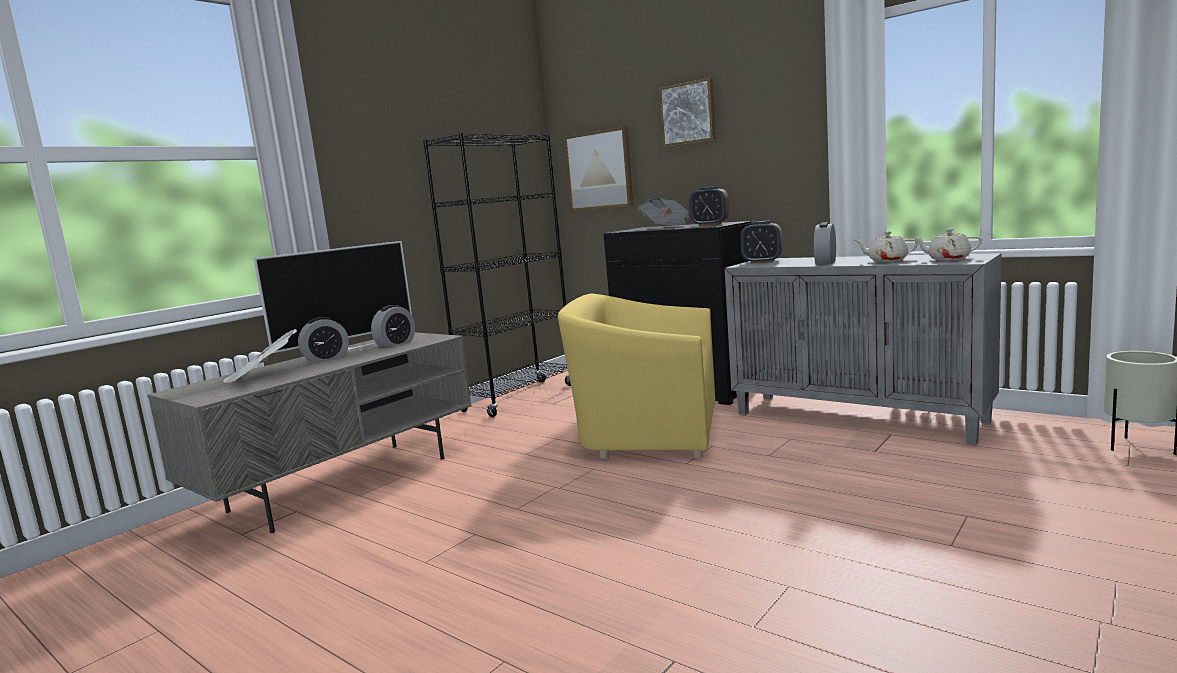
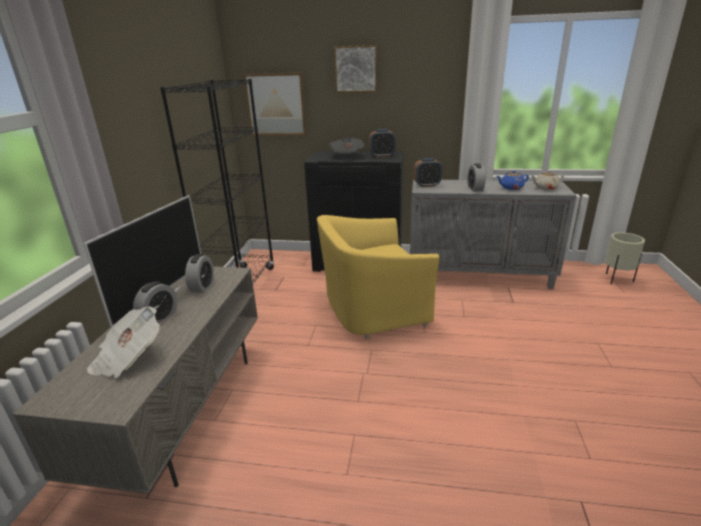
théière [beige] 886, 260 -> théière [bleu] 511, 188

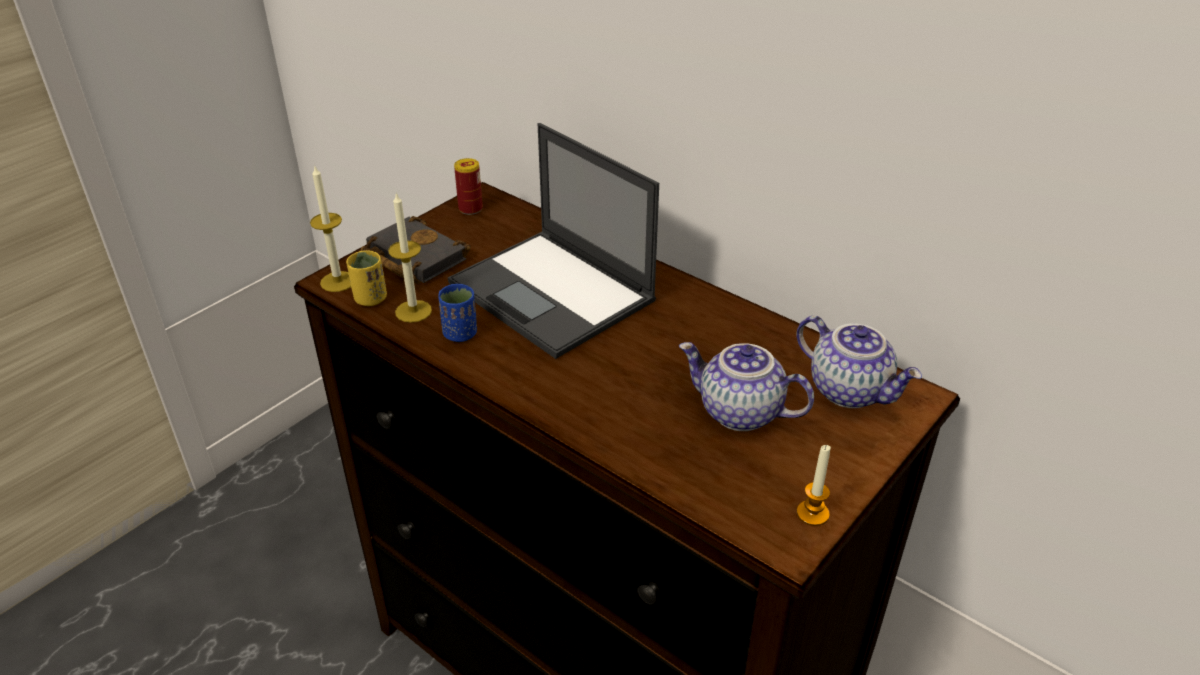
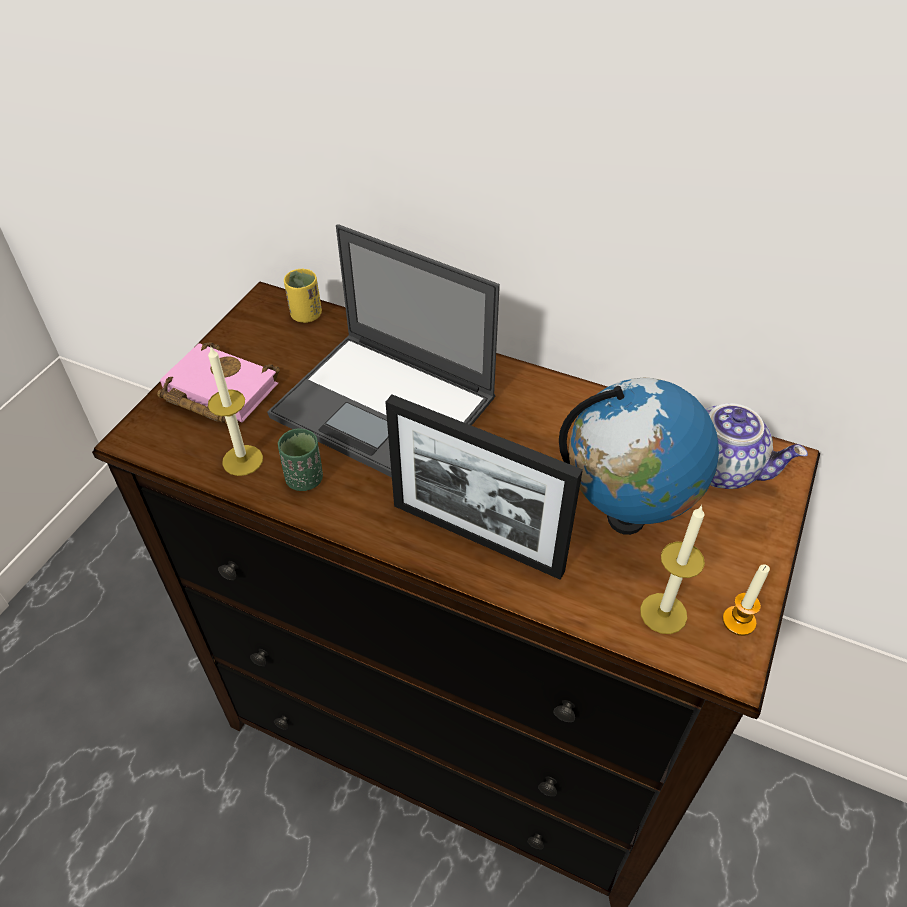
boîte métallique 470, 209 -> none
none -> cadre photo 476, 537
bougie 338, 281 -> bougie 663, 613, relocated
tasse [jaune] 370, 299 -> tasse [jaune] 306, 315, relocated
théière 738, 413 -> globe 625, 517
livre [noir] 412, 258 -> livre [rose] 216, 391
tasse [bleu] 460, 334 -> tasse [vert] 304, 479

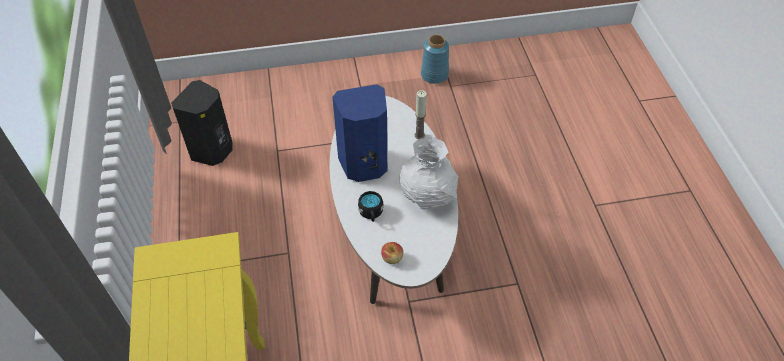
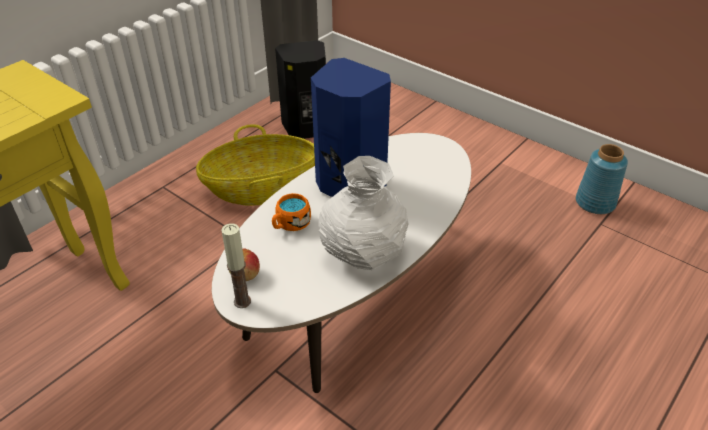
none -> panier 261, 188
bougie 419, 135 -> bougie 242, 301, relocated
mug [noir] 371, 213 -> mug [orange] 290, 224

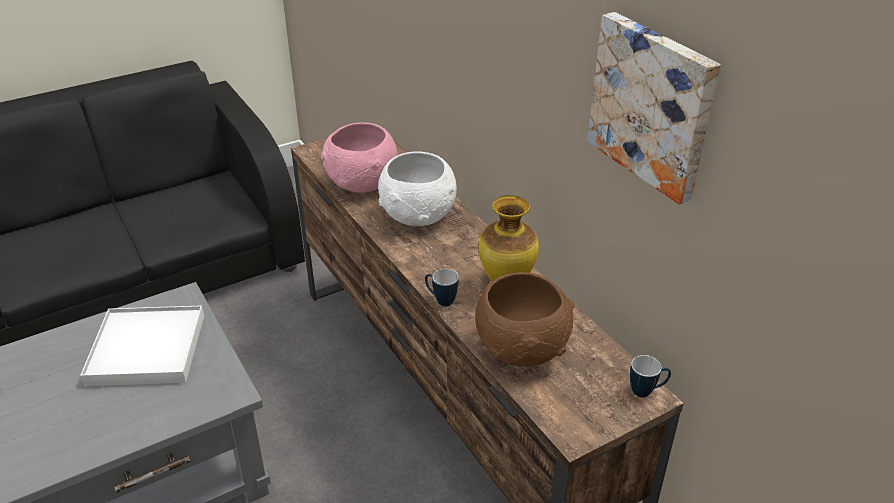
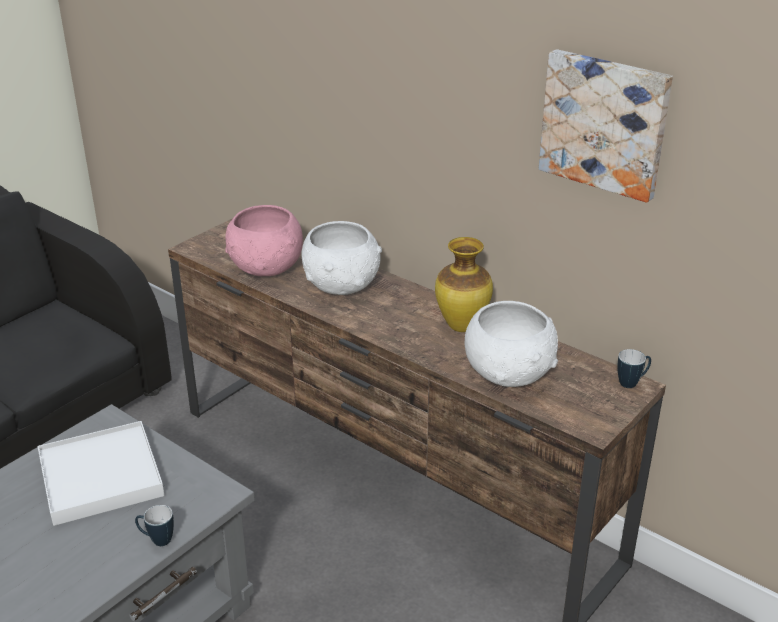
mug 440, 300 -> mug 157, 540, relocated
bol [marron] 523, 349 -> bol [blanc] 510, 374

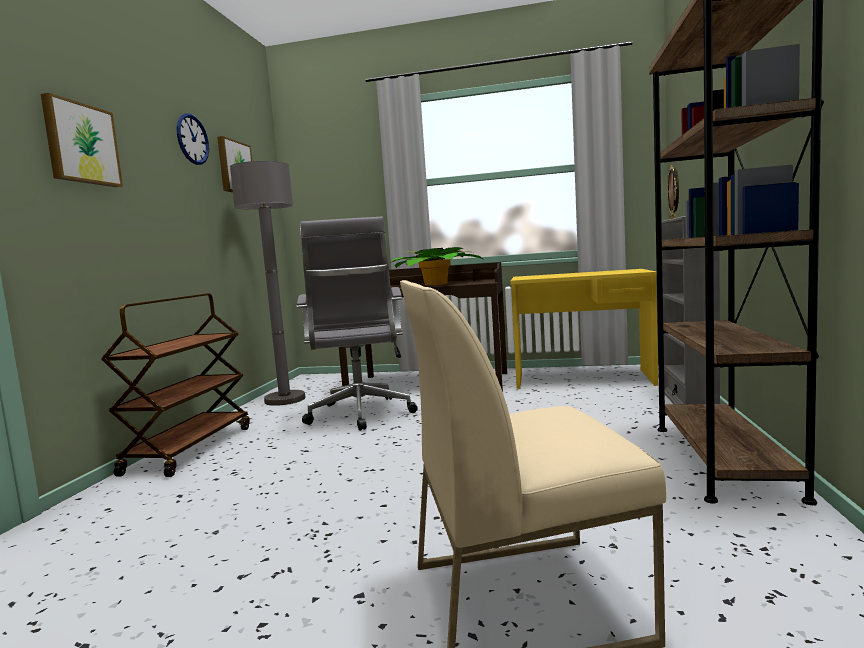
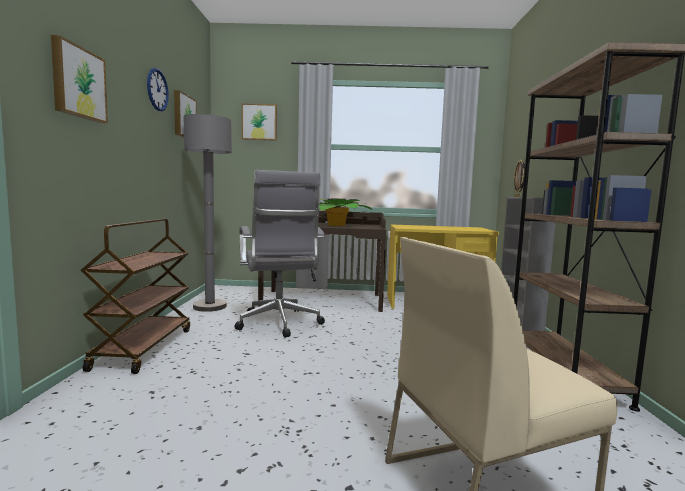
none -> tableau 259, 122

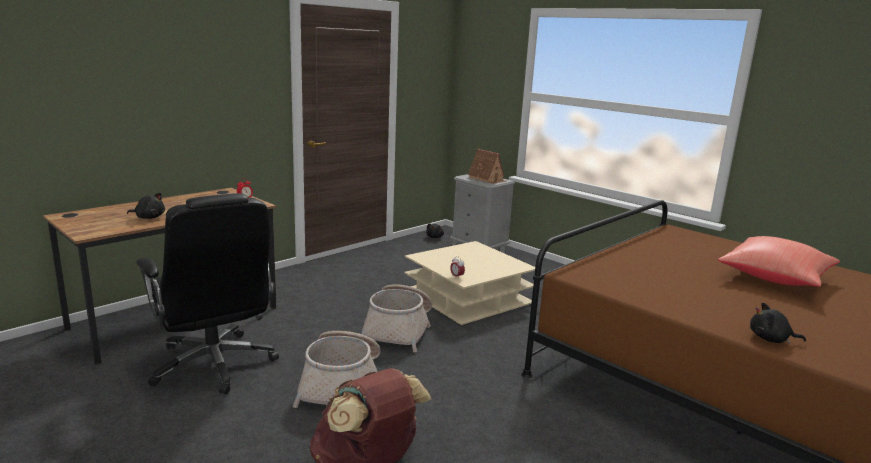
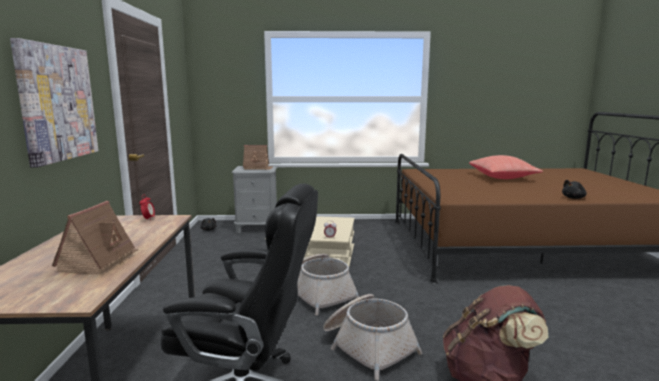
none -> tableau 57, 103
peluche [noir] 149, 217 -> maison miniature 99, 261

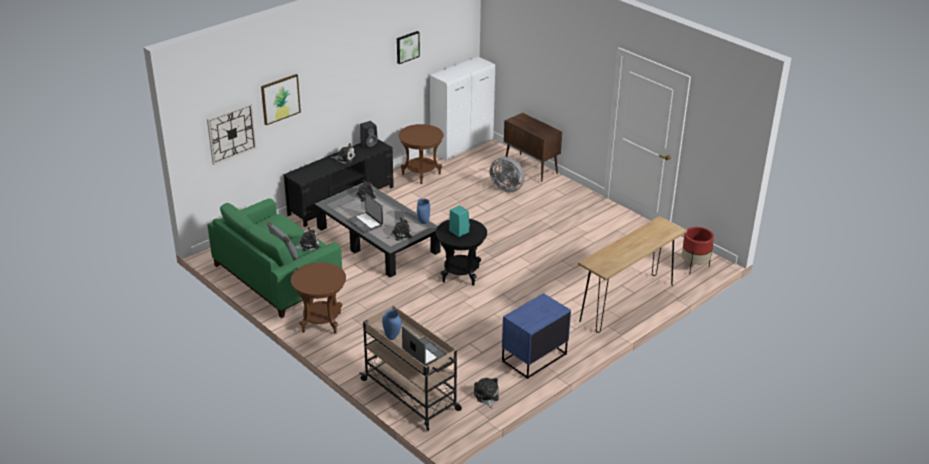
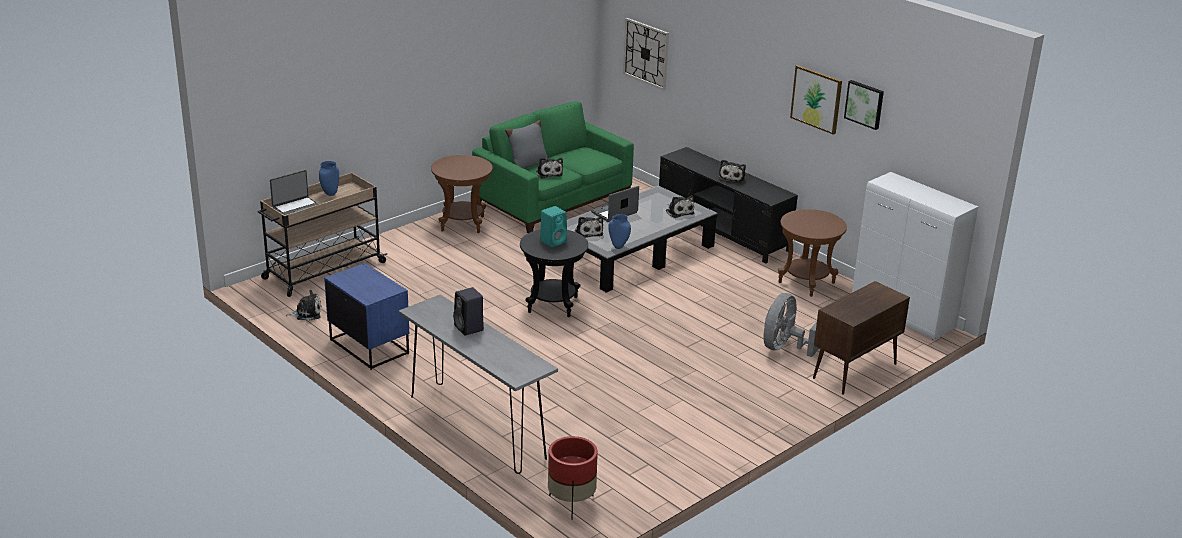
tableau 280, 99 -> tableau 816, 99, relocated
enceinte [noir] 369, 144 -> enceinte [noir] 469, 328, relocated
table console [marron] 627, 303 -> table console [gris] 476, 427

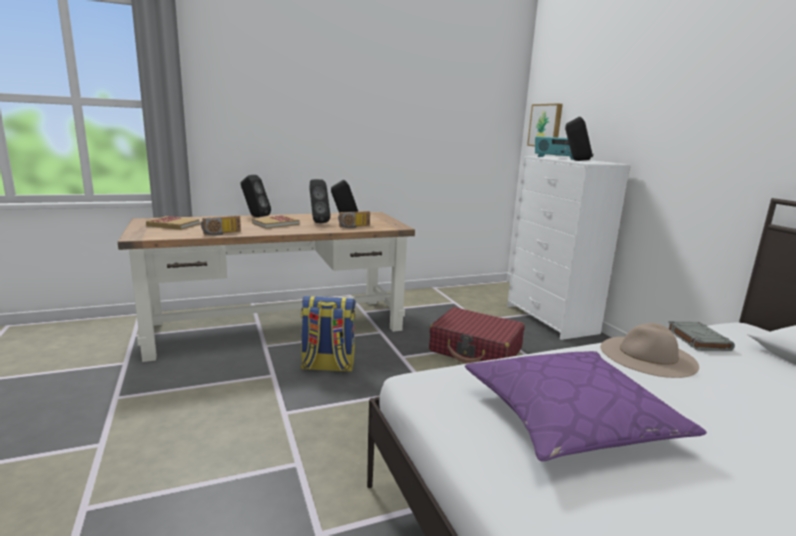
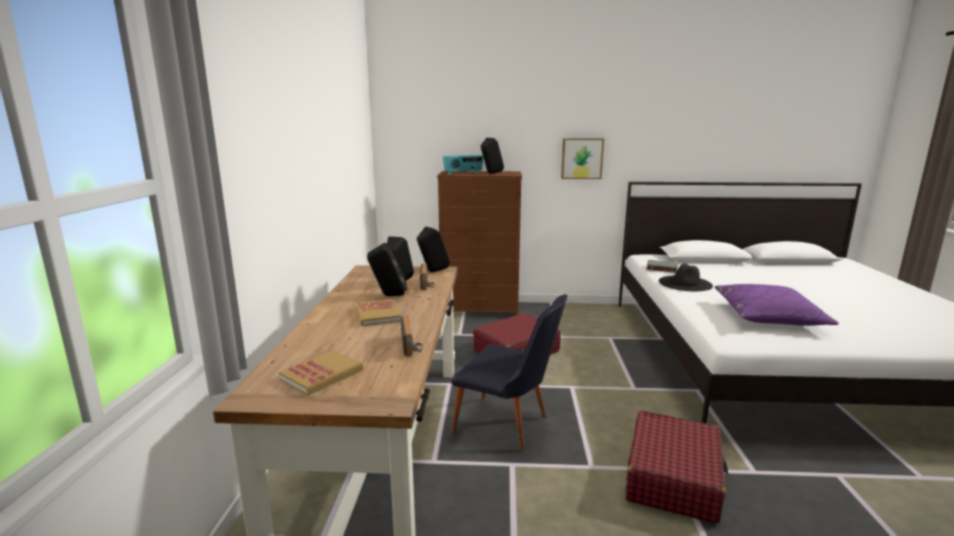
none -> valise [rouge] 673, 478
enceinte [noir] 255, 216 -> enceinte [noir] 432, 272, relocated
tableau 546, 125 -> tableau 581, 158, relocated
sac à dos 327, 366 -> chaise [noir] 509, 427
commode [blanc] 551, 319 -> commode [marron] 481, 309
chapeau [beige] 647, 356 -> chapeau [noir] 685, 283

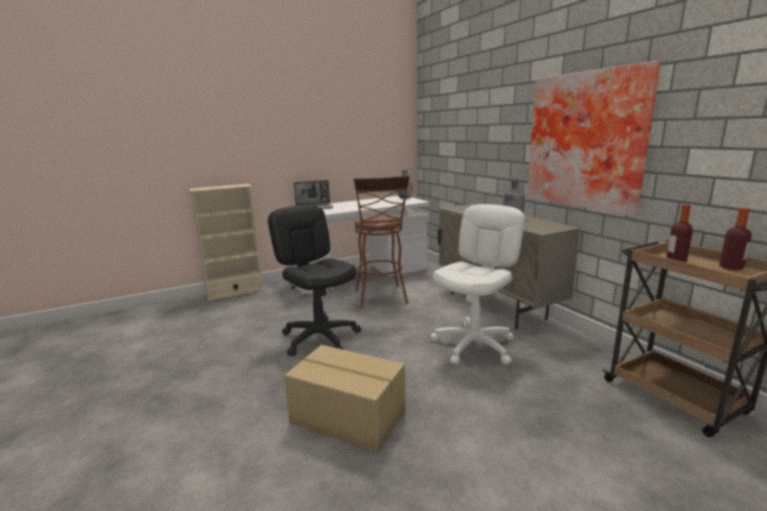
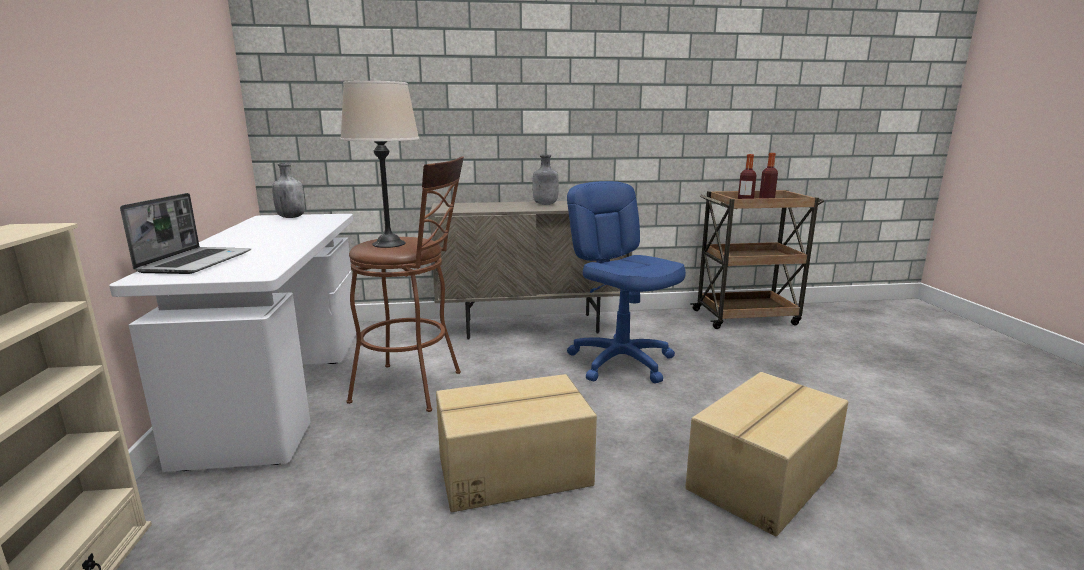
tableau 587, 141 -> none
none -> lampe de table [beige] 388, 244
chaise de bureau [noir] 320, 338 -> carton 513, 470
chaise de bureau [blanc] 474, 346 -> chaise de bureau [bleu] 621, 362

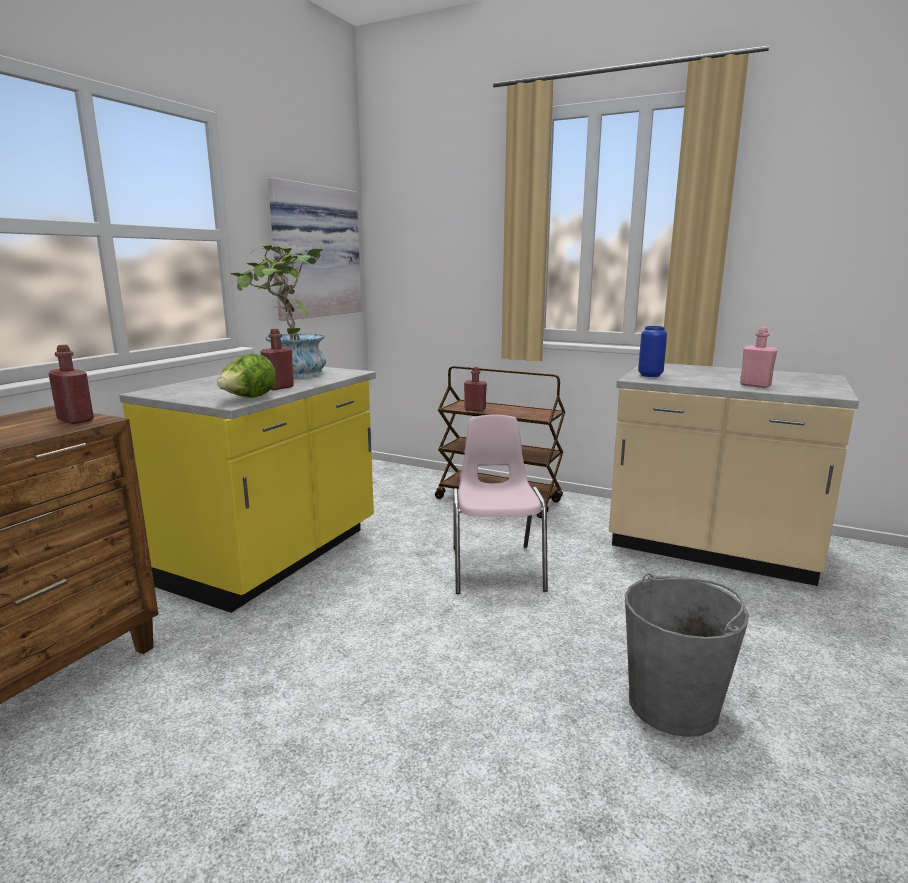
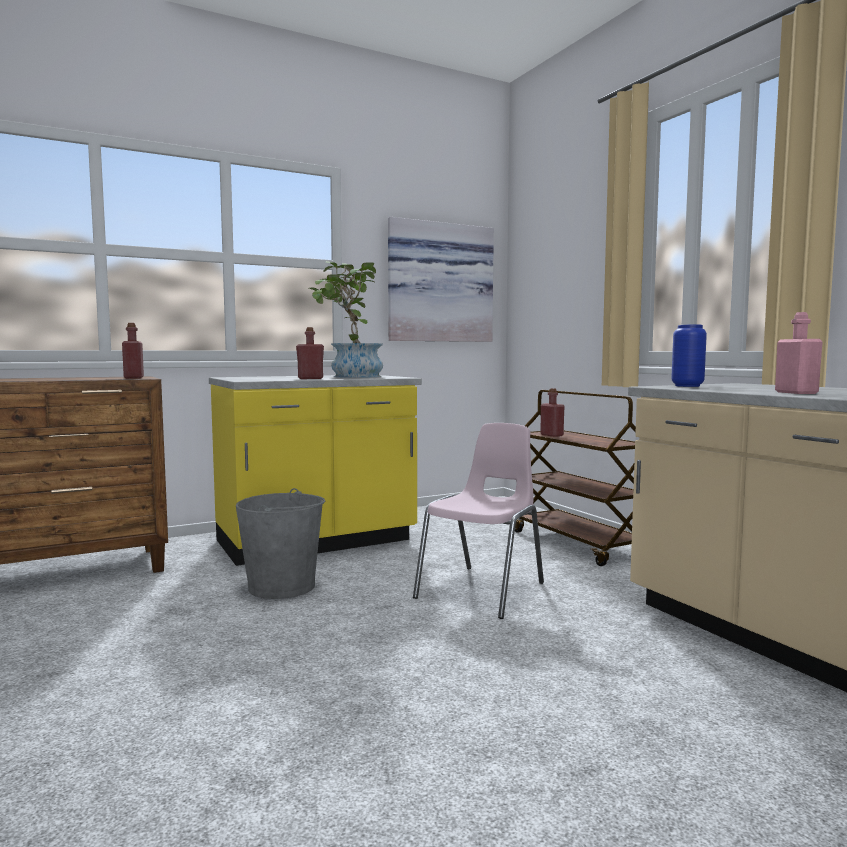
laitue 248, 398 -> none
seau [gris] 674, 704 -> seau [gris] 282, 586, relocated

